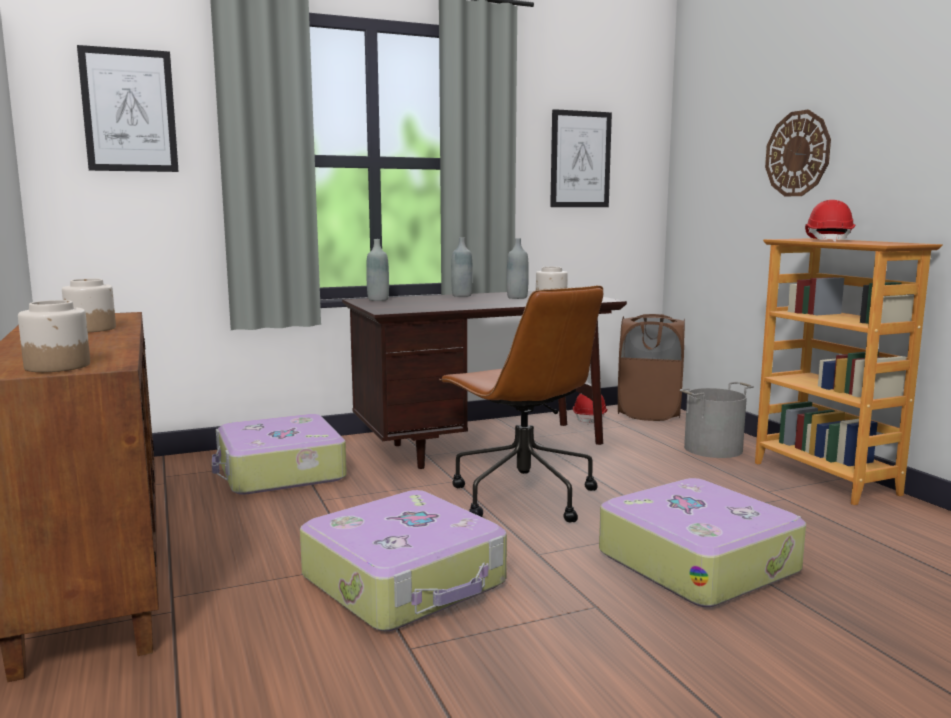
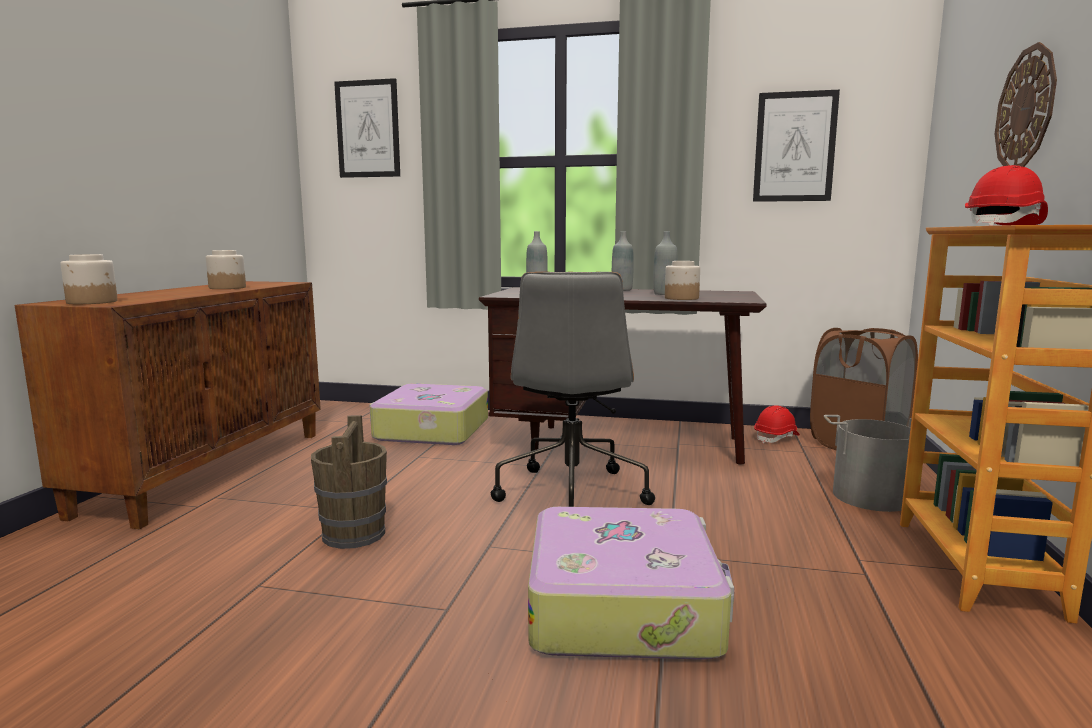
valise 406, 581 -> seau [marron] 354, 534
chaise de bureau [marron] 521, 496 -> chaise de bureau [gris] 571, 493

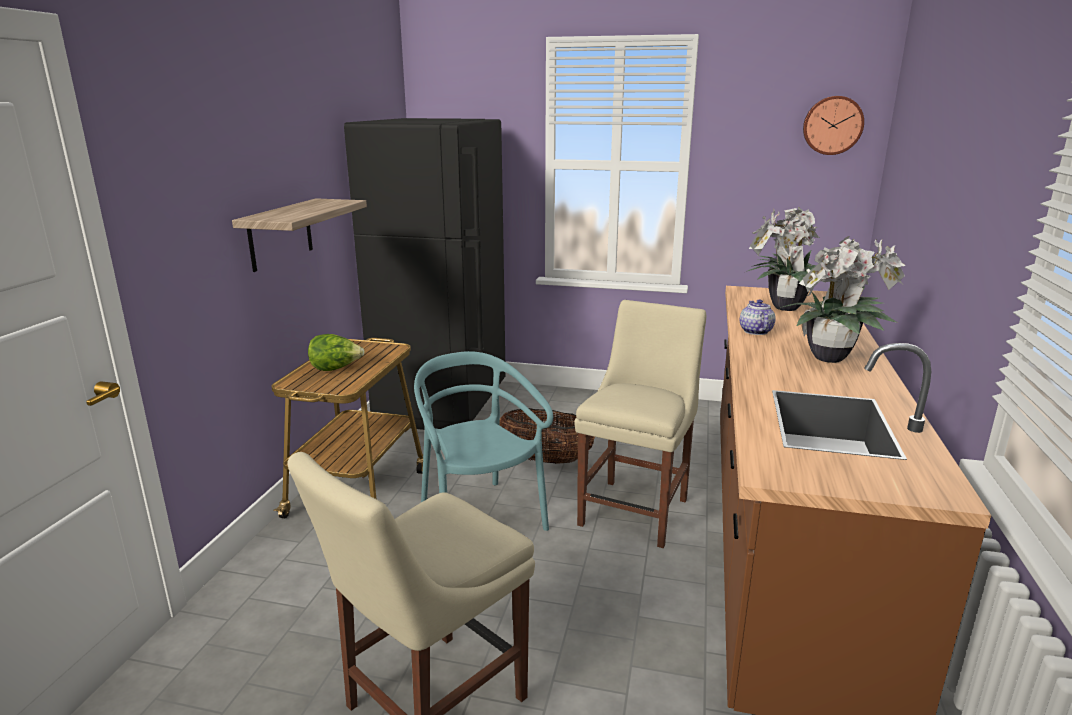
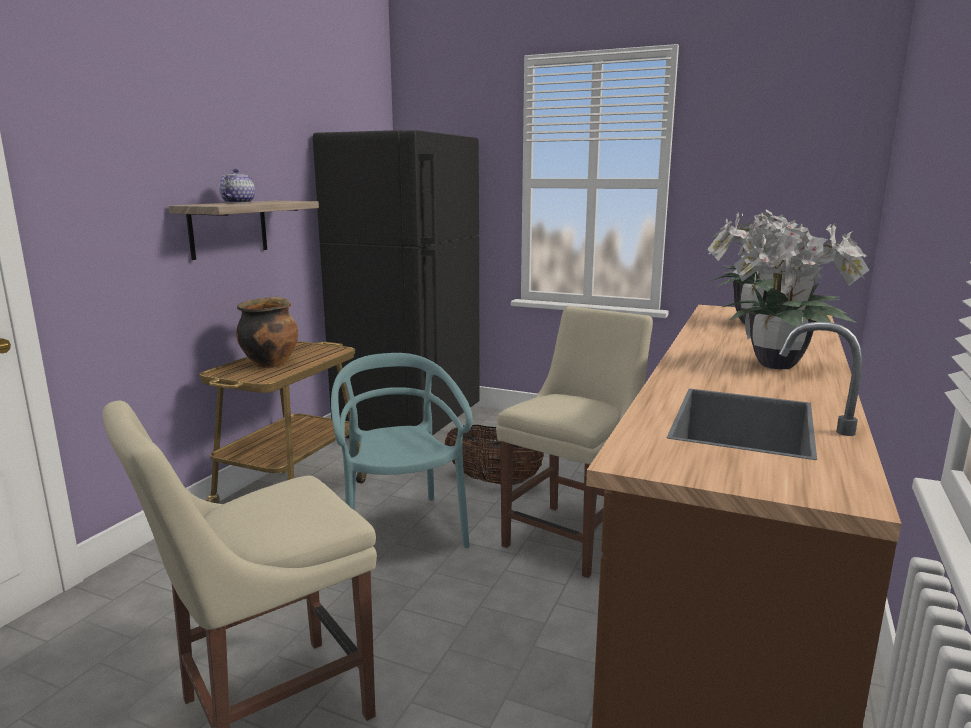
horloge murale 832, 125 -> none
théière 755, 331 -> théière 238, 203, relocated
laitue 336, 369 -> marmite 270, 363

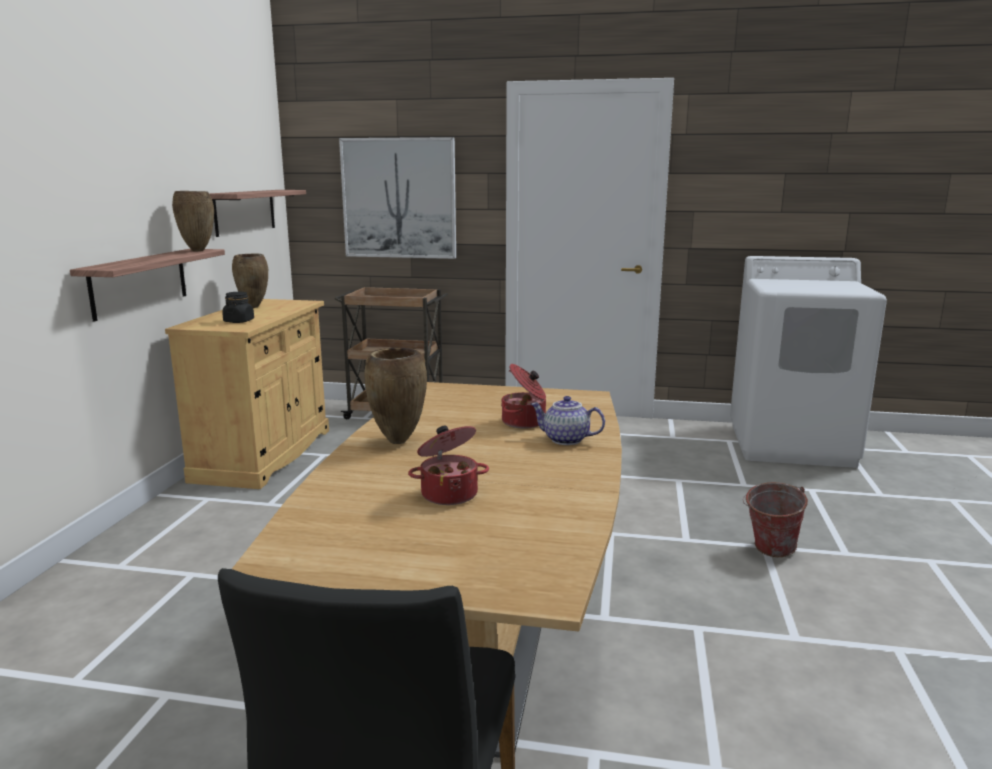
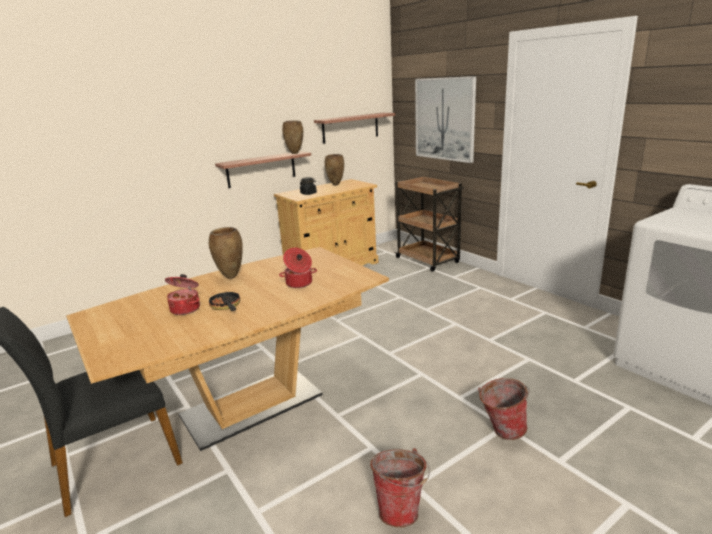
théière 565, 440 -> none
none -> poêle 226, 306
none -> seau 401, 509

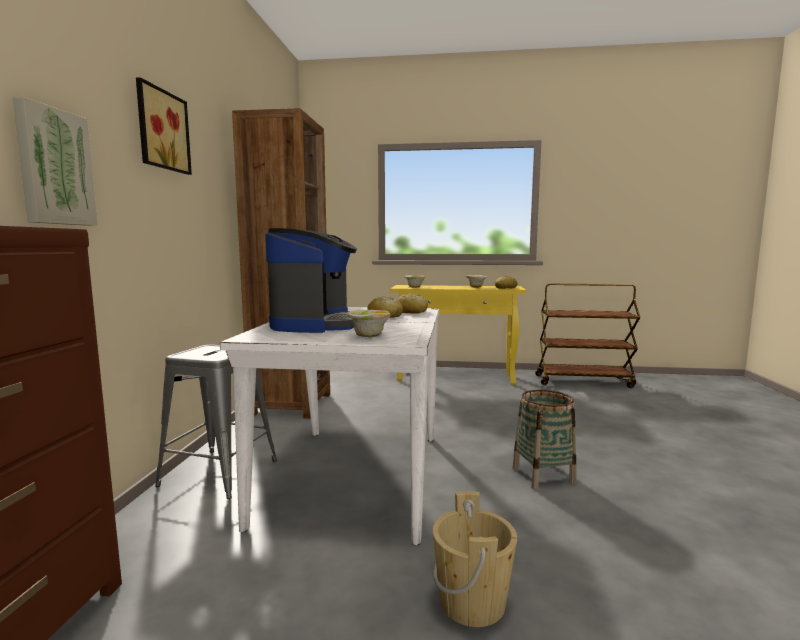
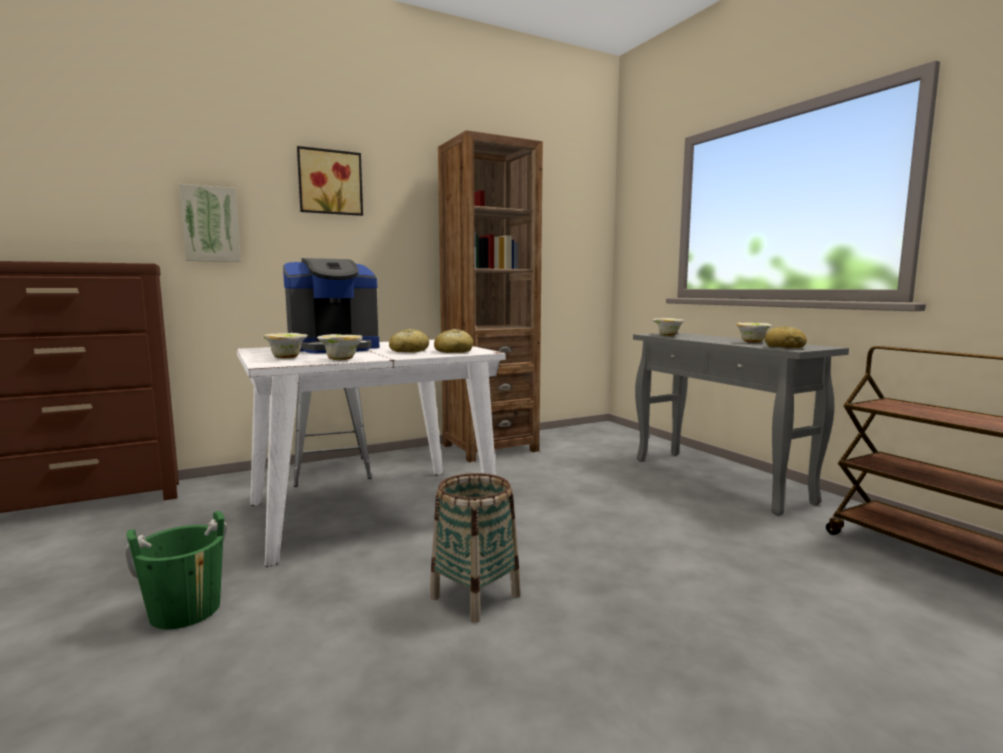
none -> bol 340, 360
table console [jaune] 456, 377 -> table console [gris] 720, 480
seau [beige] 472, 601 -> seau [vert] 185, 611

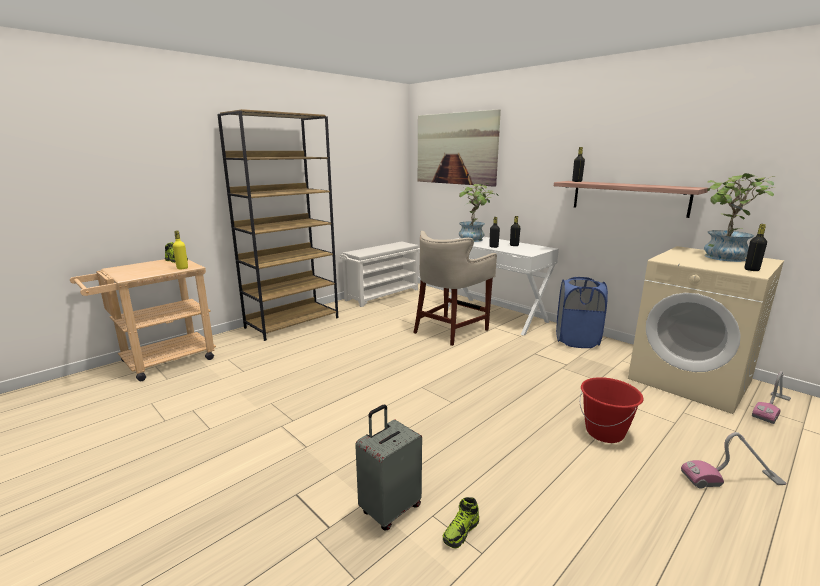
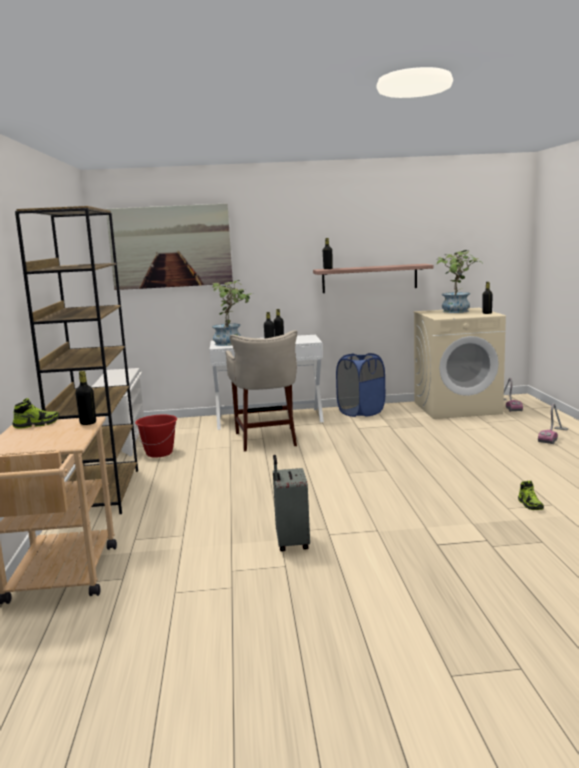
valise [gris] 389, 509 -> valise [gris] 291, 543, relocated
seau [rouge] 605, 432 -> seau [rouge] 159, 453, relocated
bouteille [jaune] 182, 268 -> bouteille [noir] 88, 423

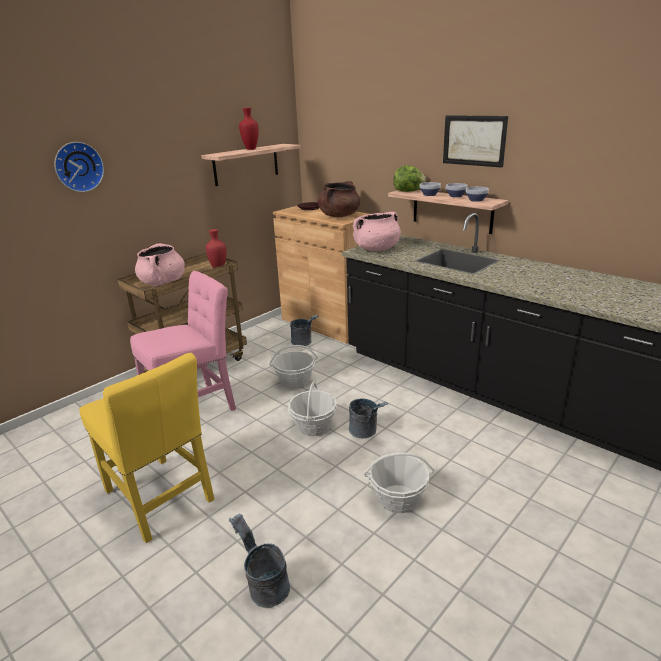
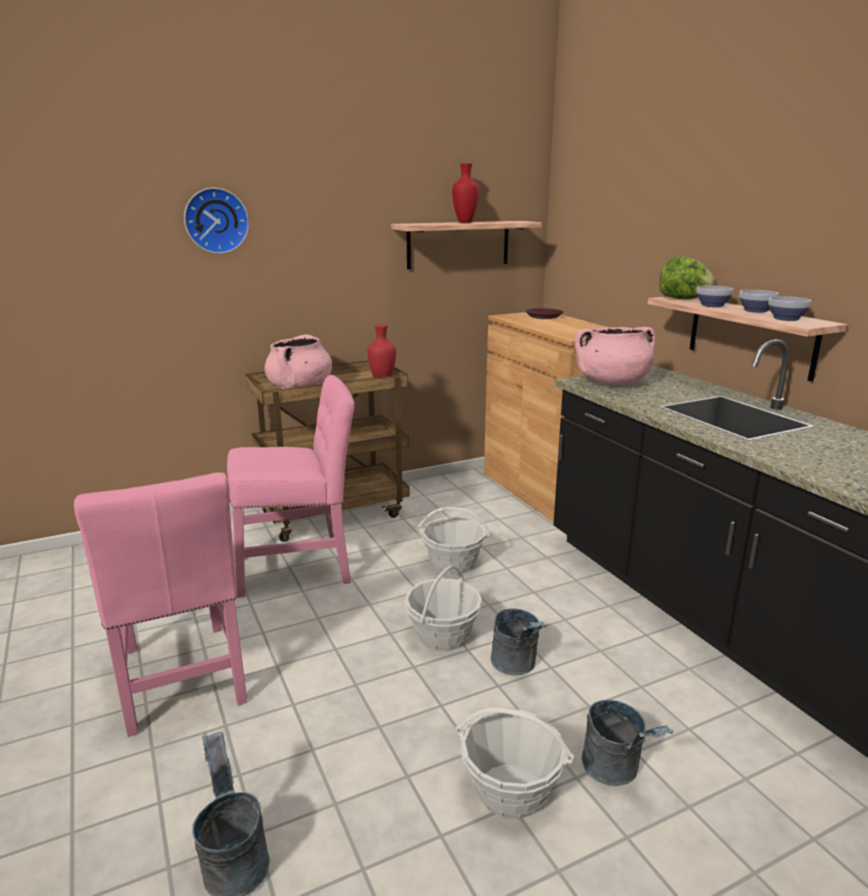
marmite [marron] 339, 216 -> none
tableau 474, 140 -> none
seau [gris] 304, 343 -> seau [gris] 617, 772, relocated
chaise [jaune] 160, 499 -> chaise [rose] 182, 681

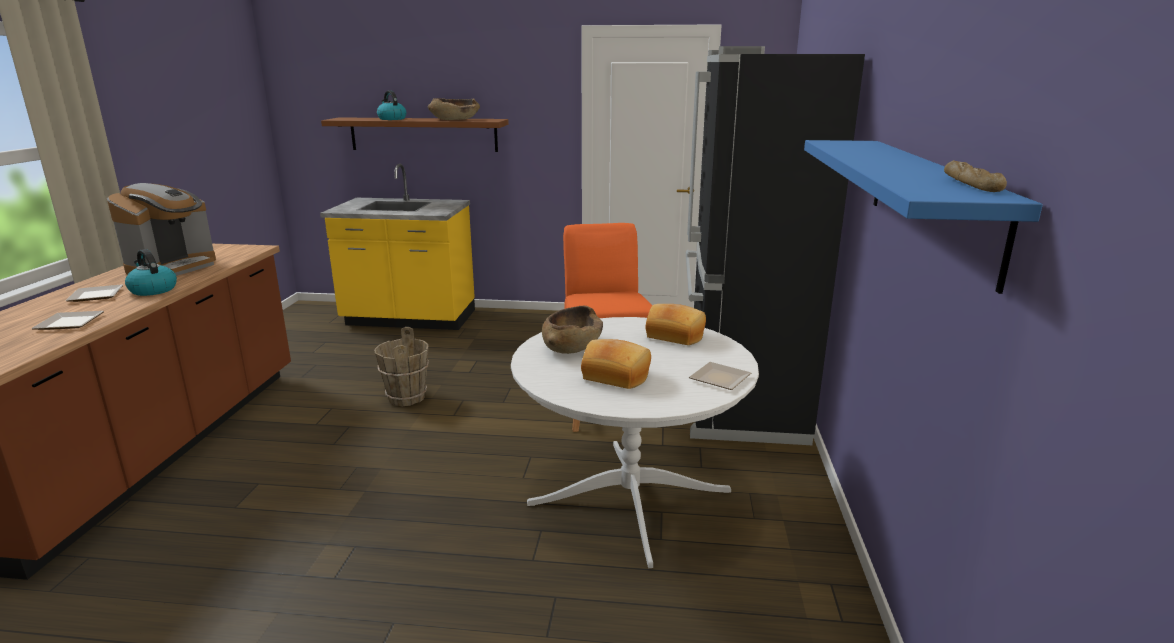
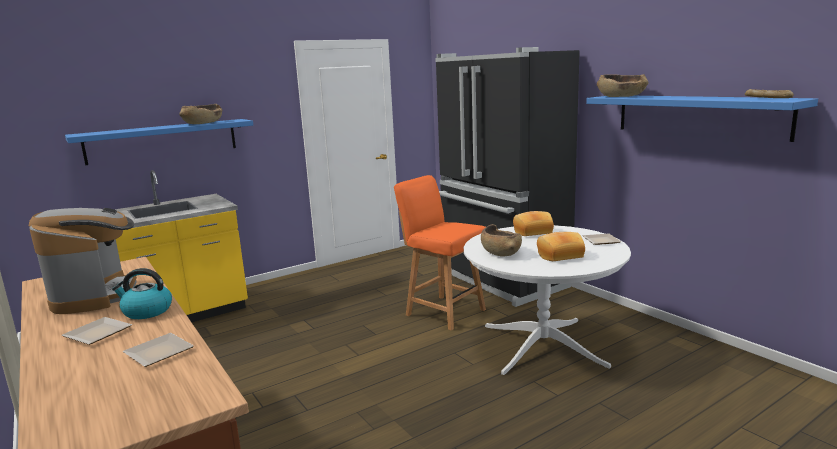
seau [marron] 406, 398 -> none
bouilloire 391, 119 -> none
none -> bol [marron] 621, 96
étagère [marron] 423, 134 -> étagère [bleu] 162, 141

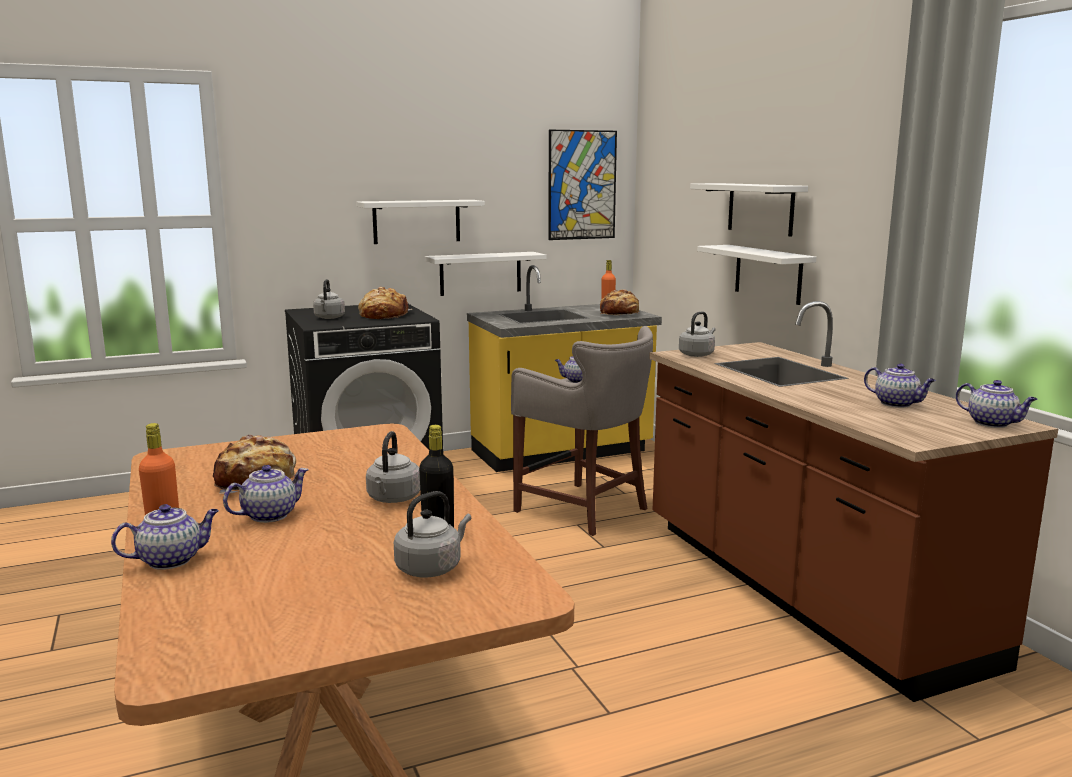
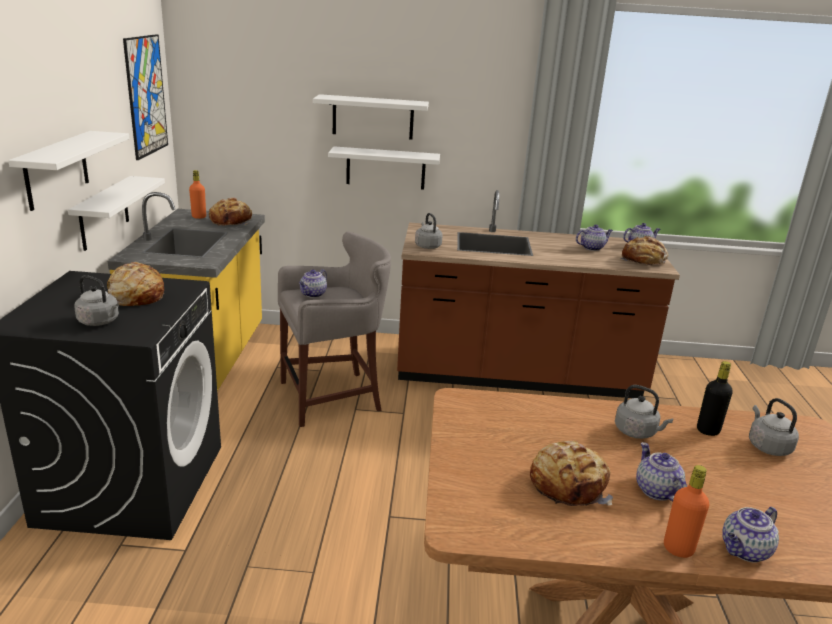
none -> pain 643, 261
théière 171, 560 -> théière 745, 551, 120 degrees counterclockwise

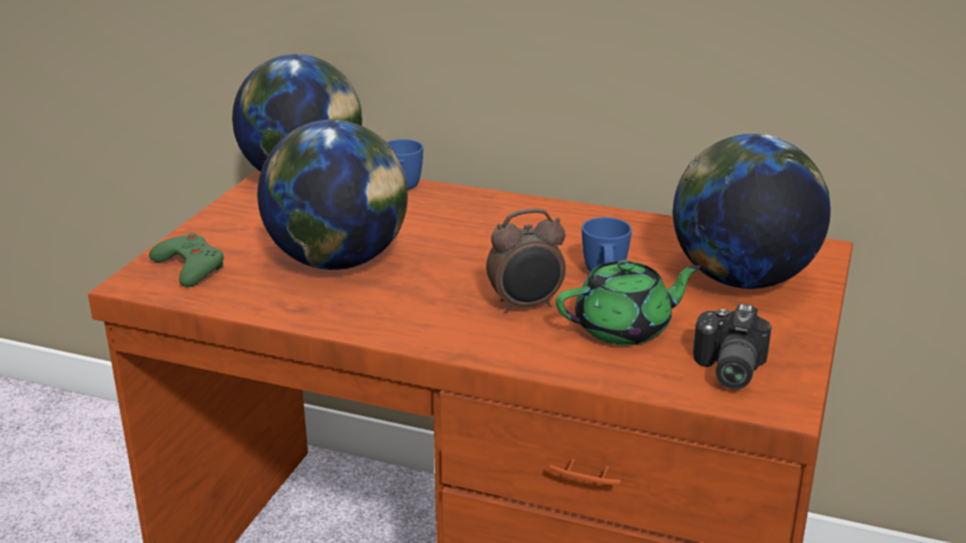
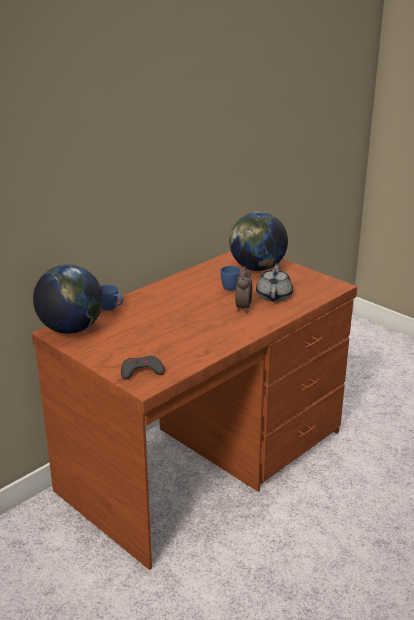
globe 338, 262 -> none
appareil photo 726, 369 -> none
manette [vert] 190, 267 -> manette [gris] 141, 371
théière [vert] 624, 328 -> théière [gris] 274, 295

